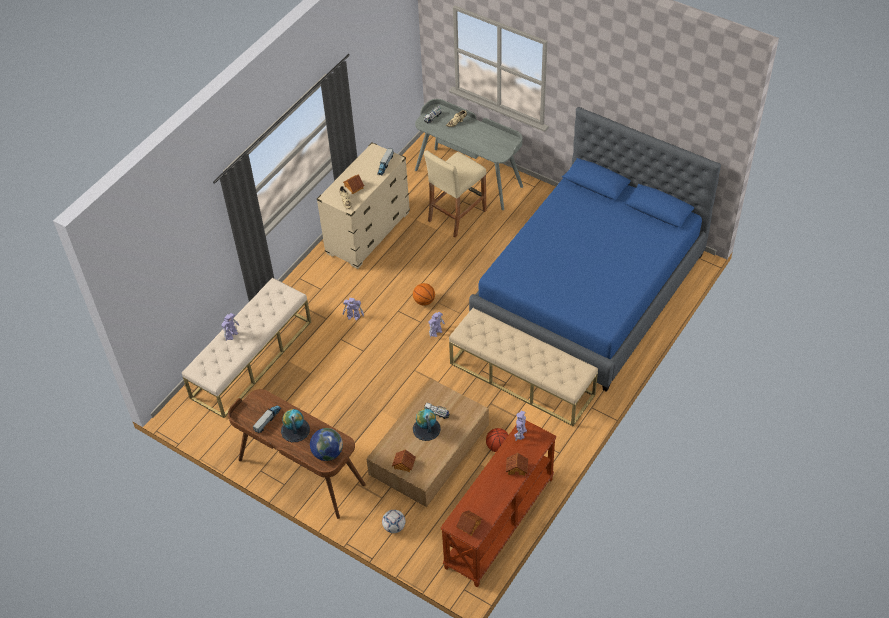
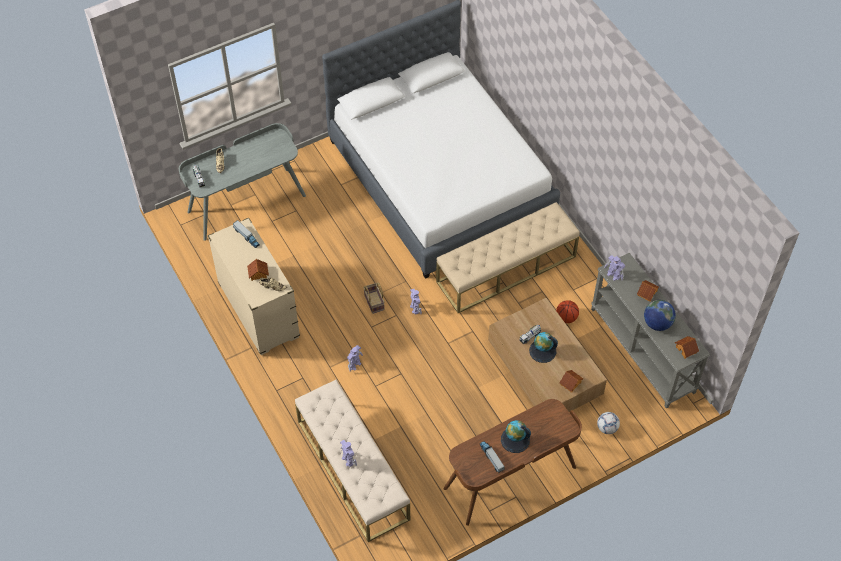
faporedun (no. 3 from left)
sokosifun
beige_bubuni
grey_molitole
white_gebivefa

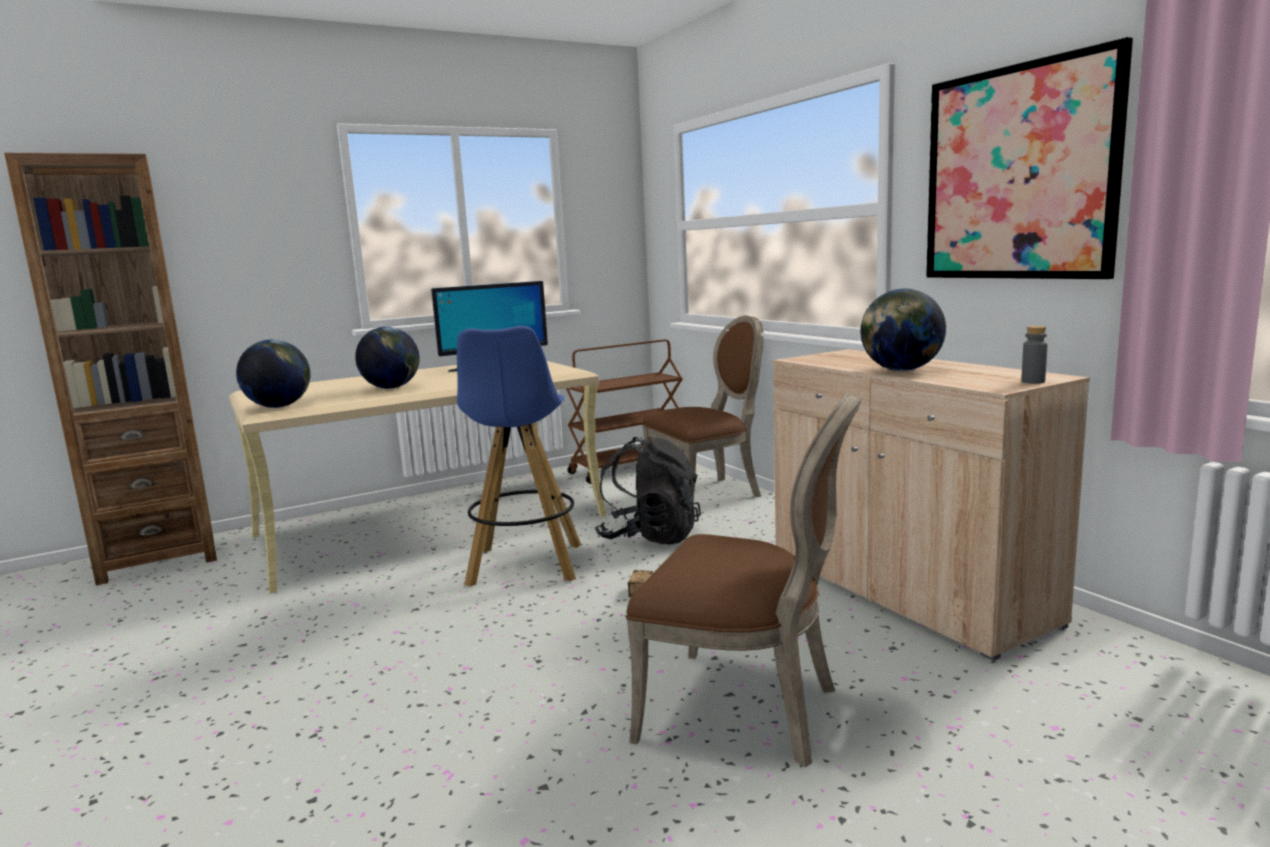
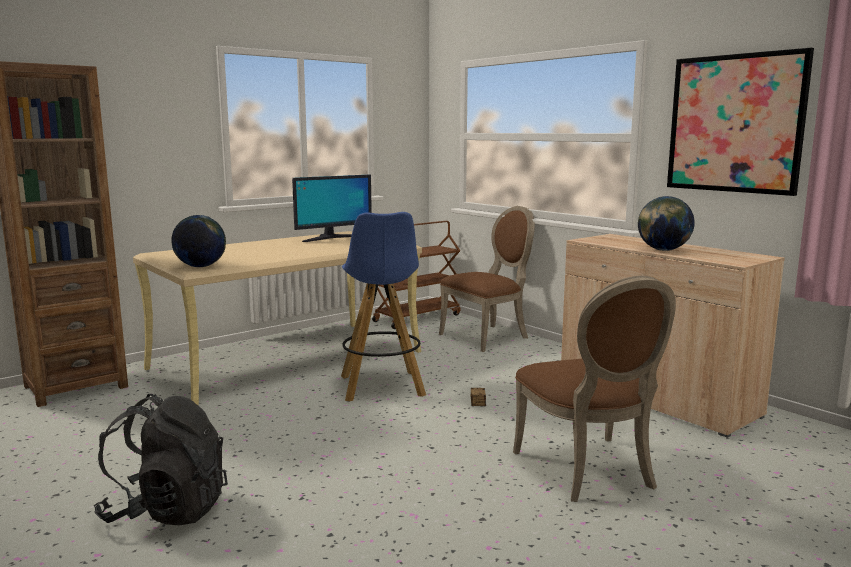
faporedun (no. 2 from left in the first image)
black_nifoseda
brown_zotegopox (no. 2 from left)
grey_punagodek

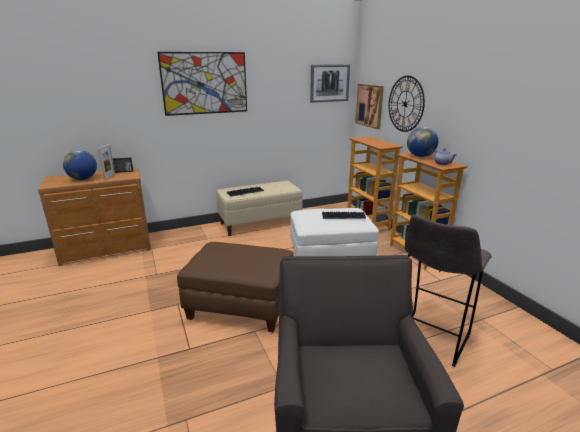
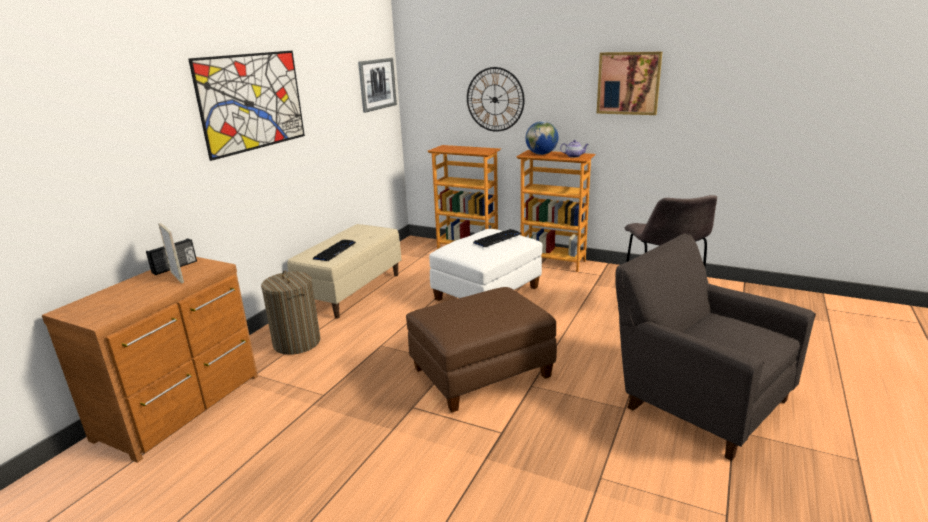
faporedun (no. 1 from left in the first image)
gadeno (no. 3 from left)
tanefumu

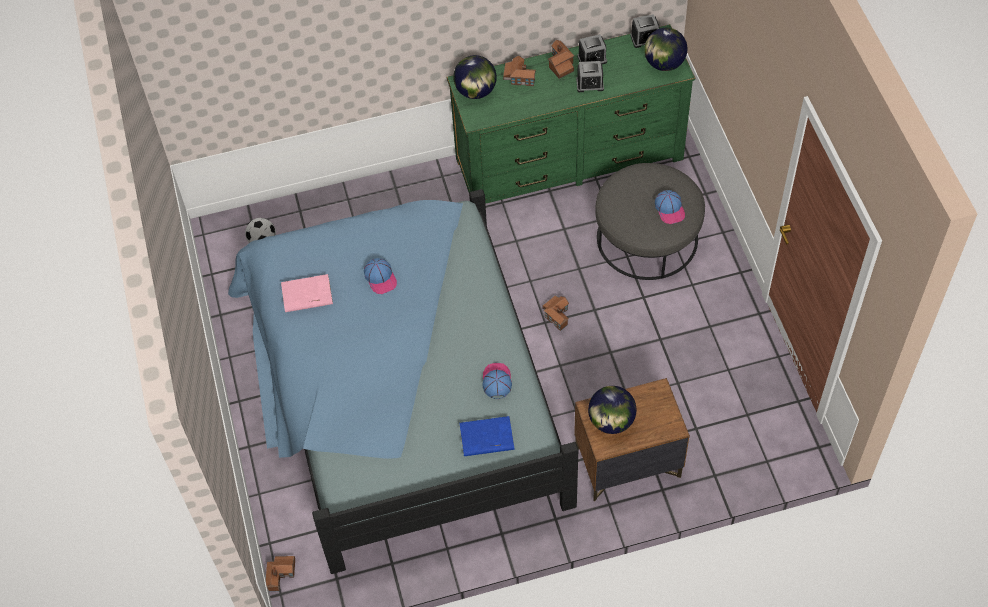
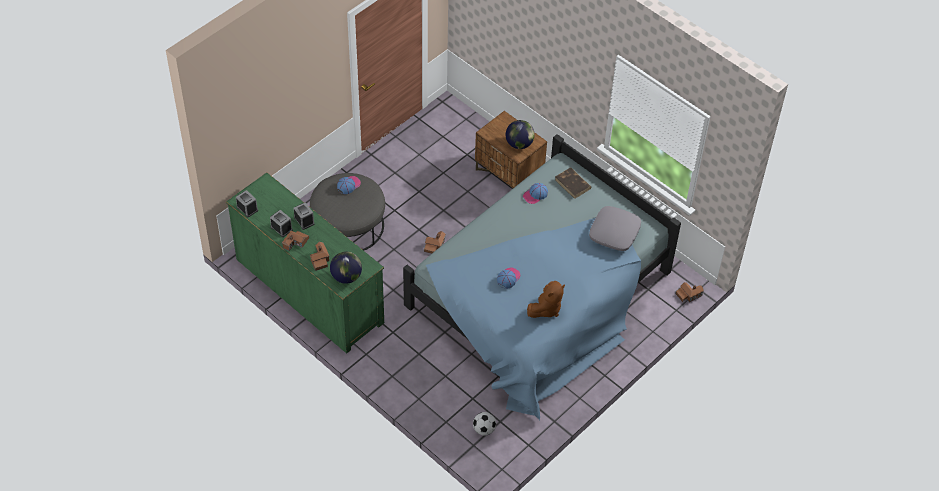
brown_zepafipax
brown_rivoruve
faporedun (no. 3 from left in the first image)
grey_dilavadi

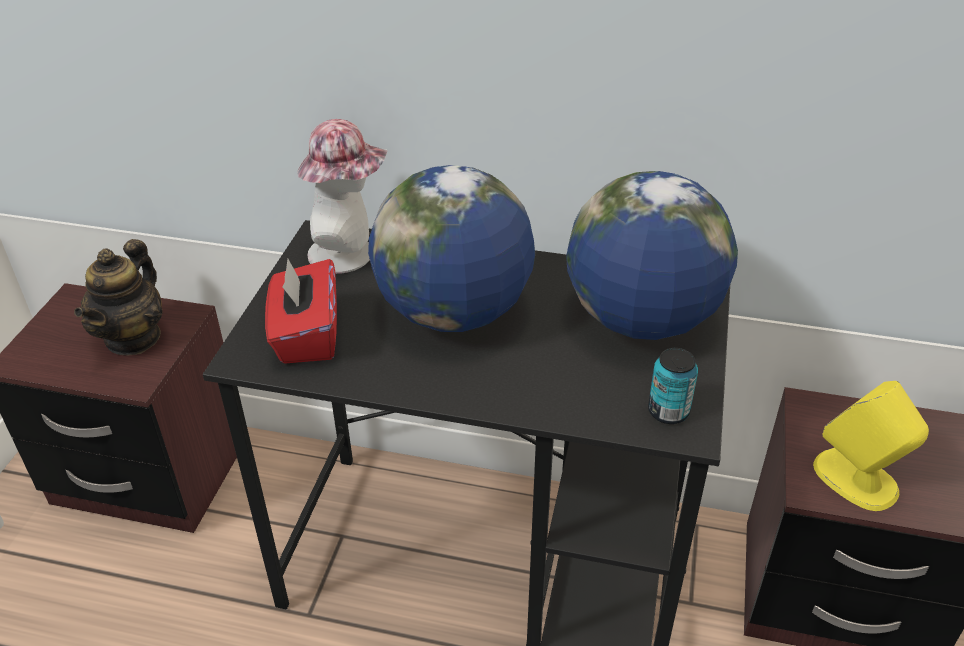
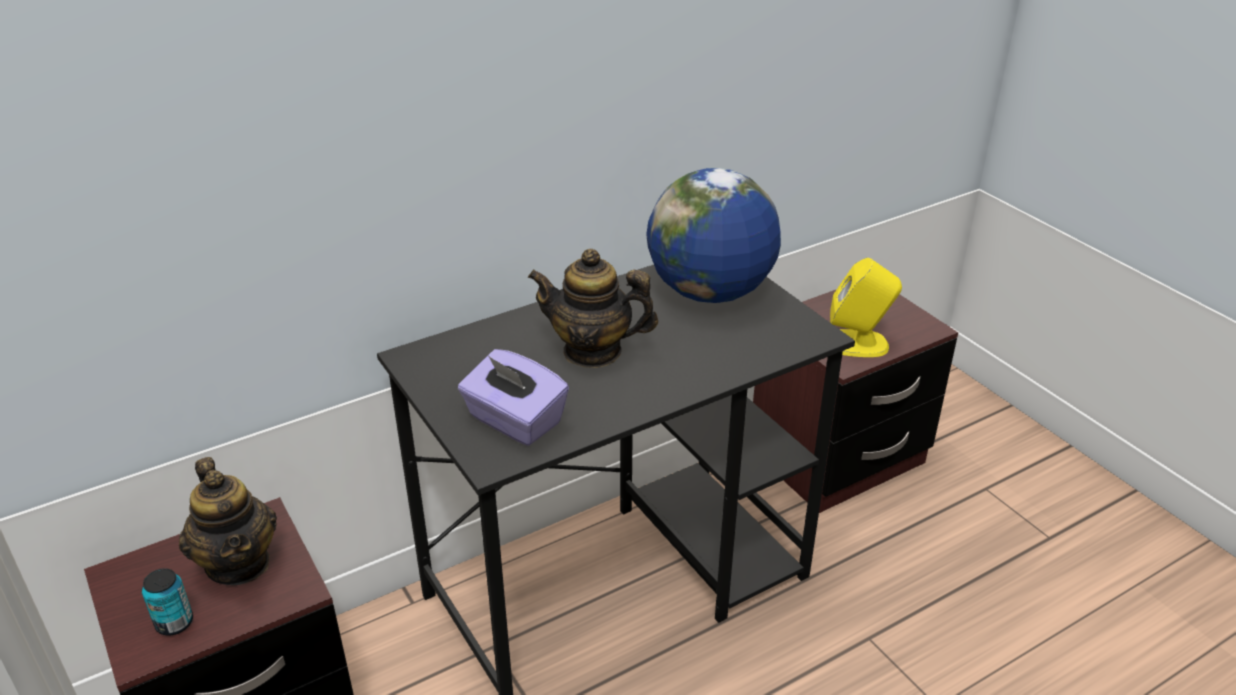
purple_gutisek
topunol
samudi (no. 2 from left)
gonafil

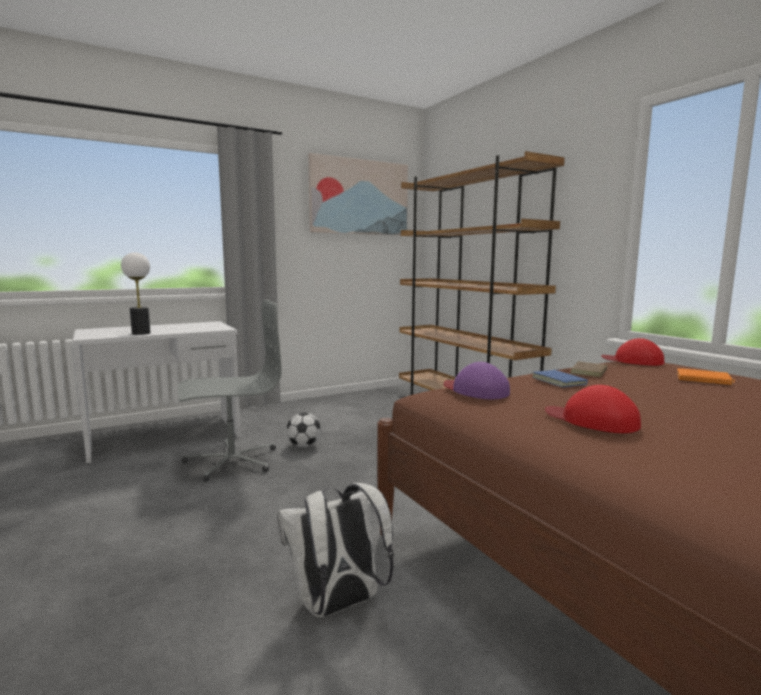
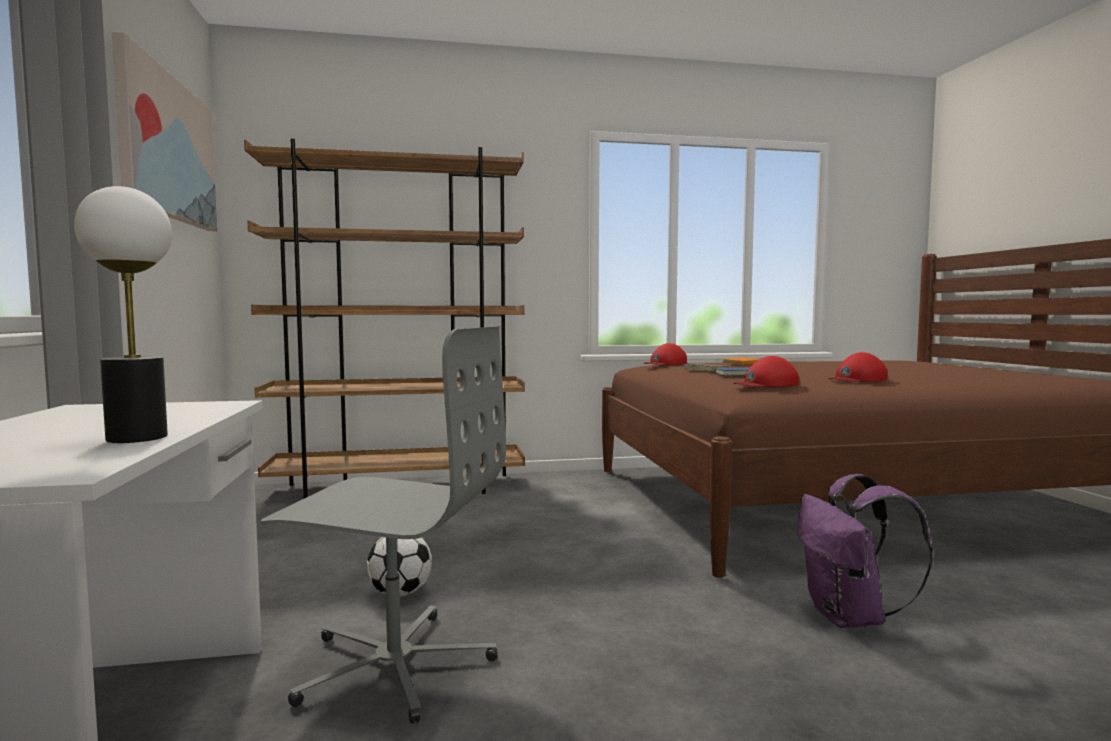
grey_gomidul
purple_nifoseda
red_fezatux (no. 2 from left)

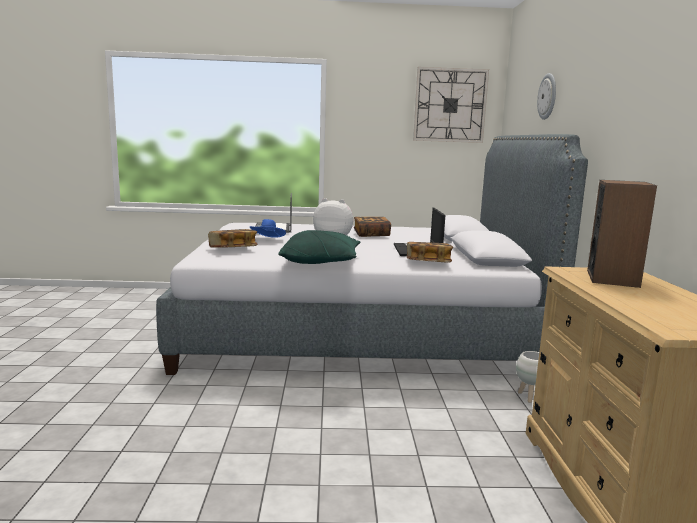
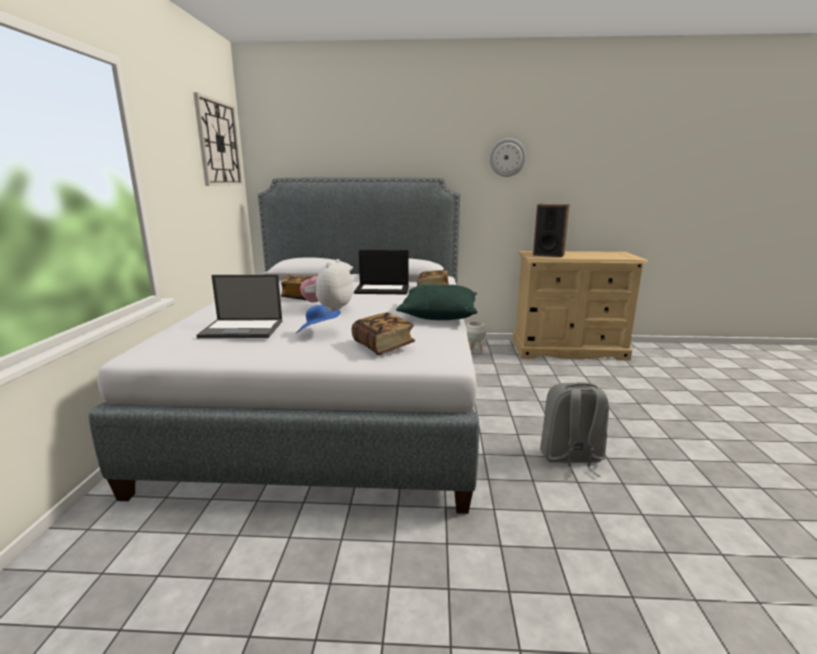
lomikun (no. 2 from left)
grey_nifoseda

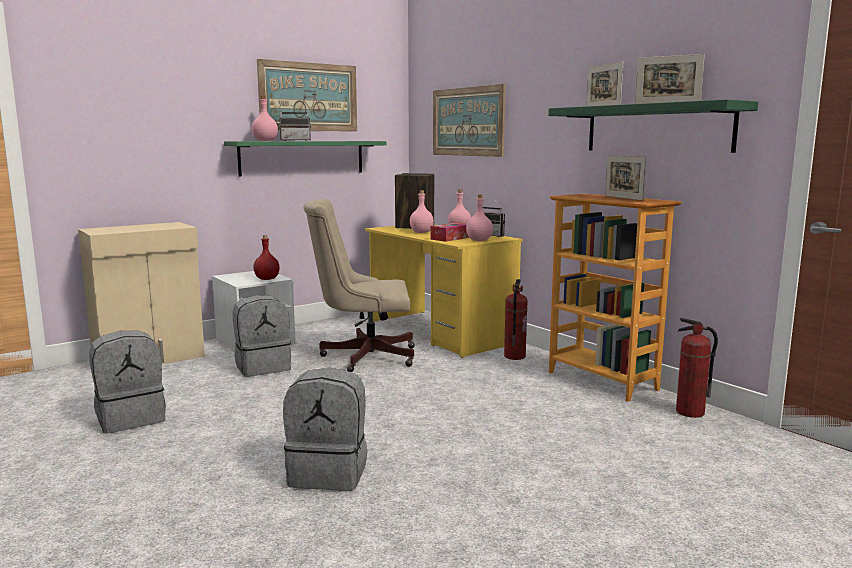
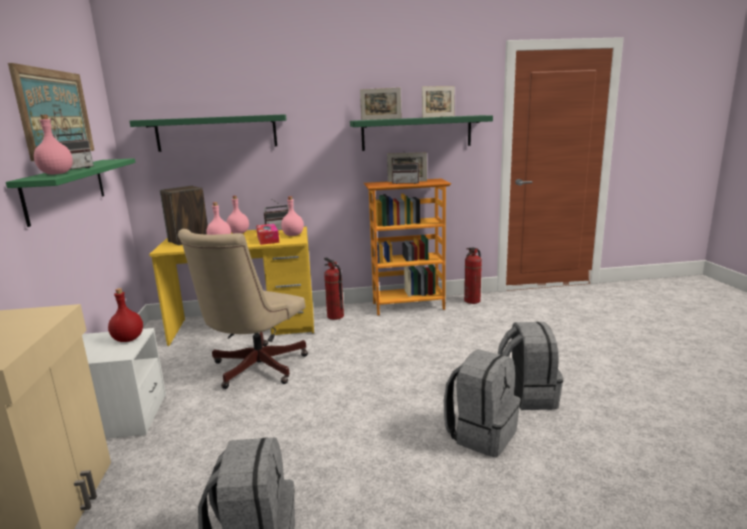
grey_nifoseda (no. 3 from left)
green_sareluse (no. 2 from left)
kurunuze (no. 3 from left)

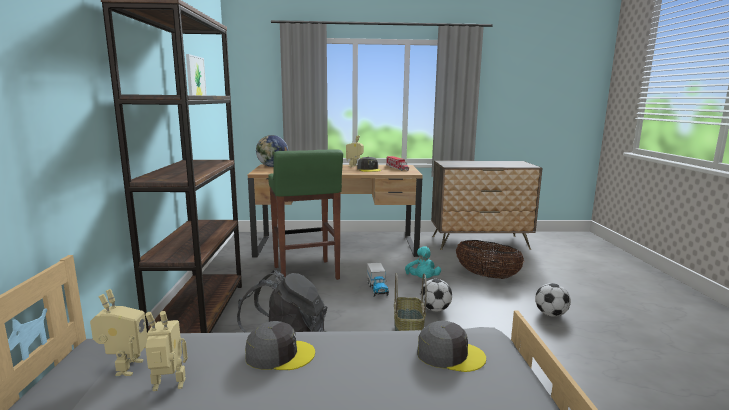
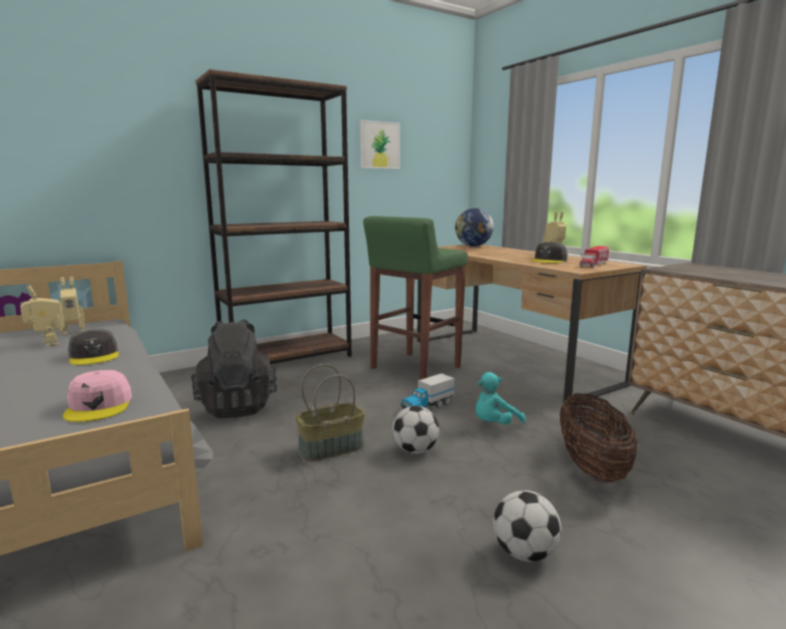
pink_fezatux

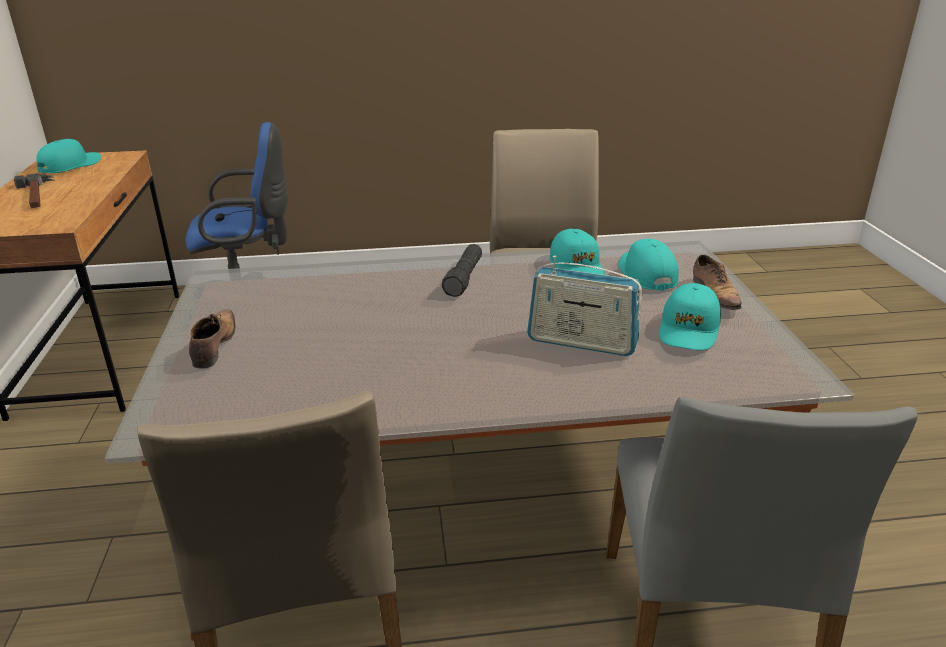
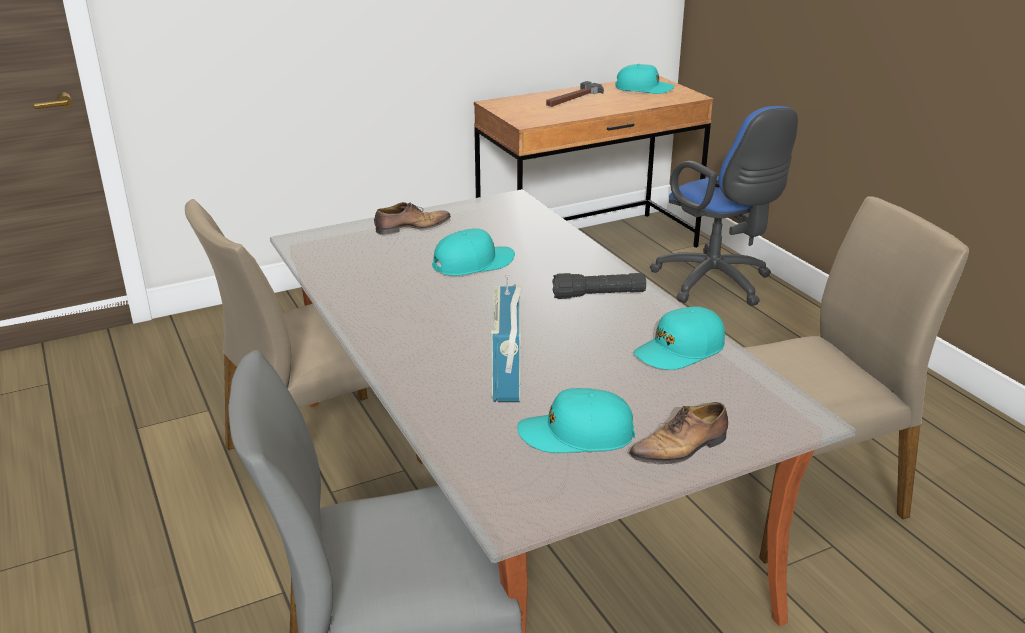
turquoise_fezatux (no. 1 from left)

